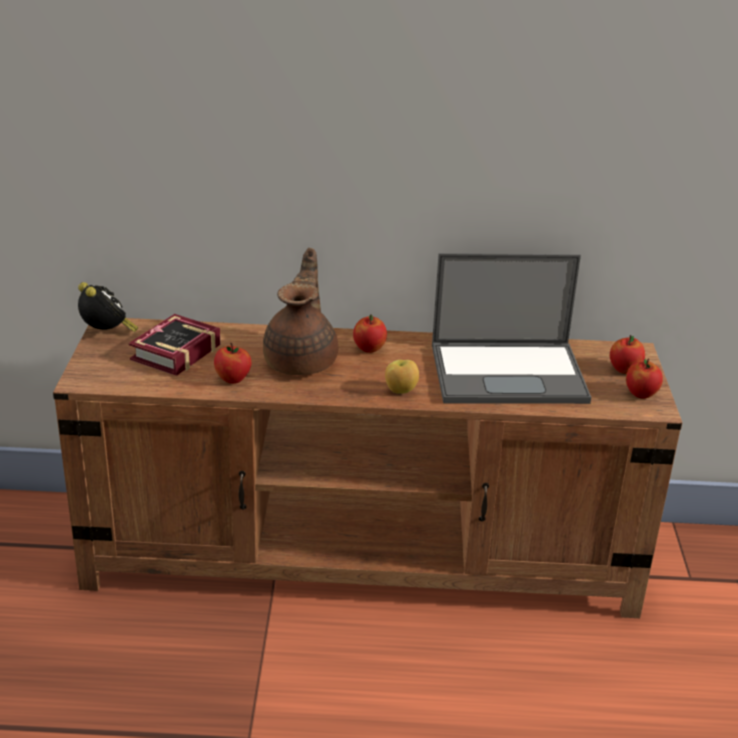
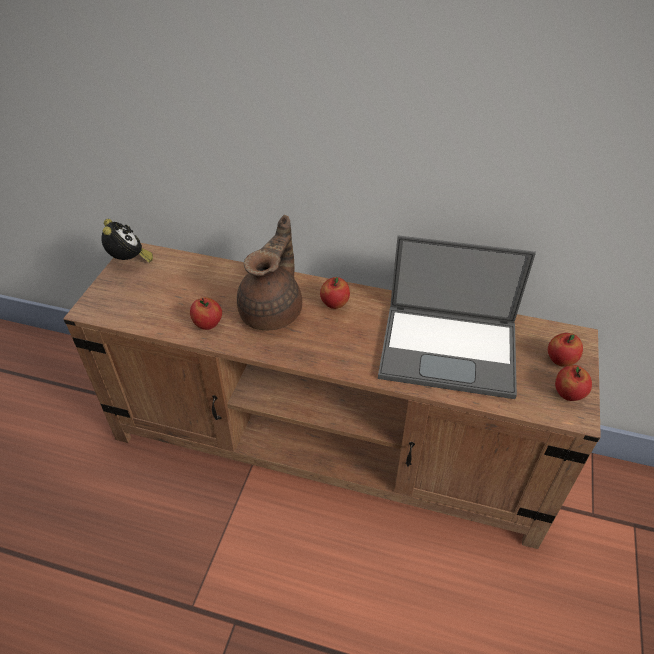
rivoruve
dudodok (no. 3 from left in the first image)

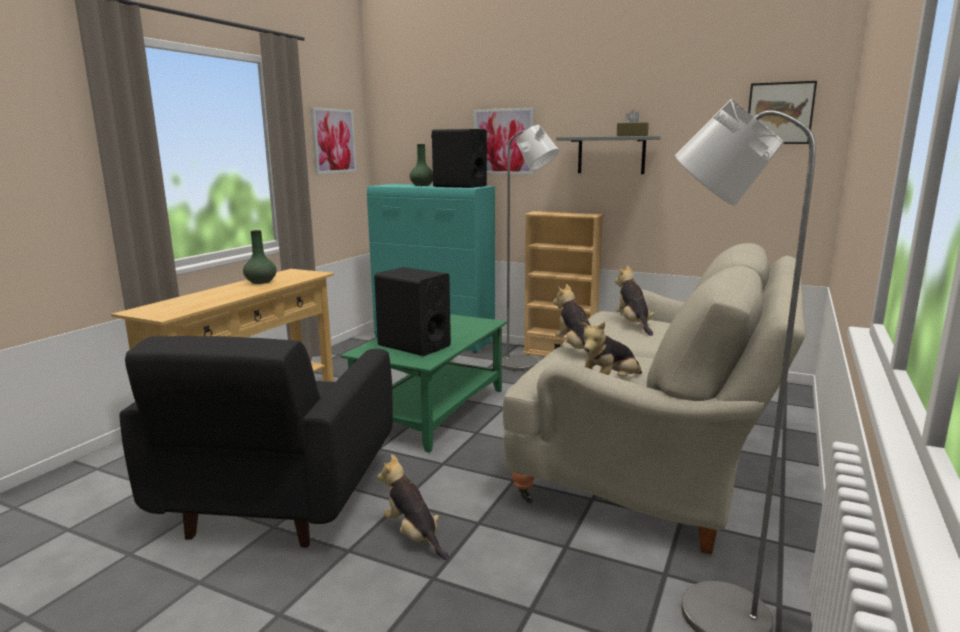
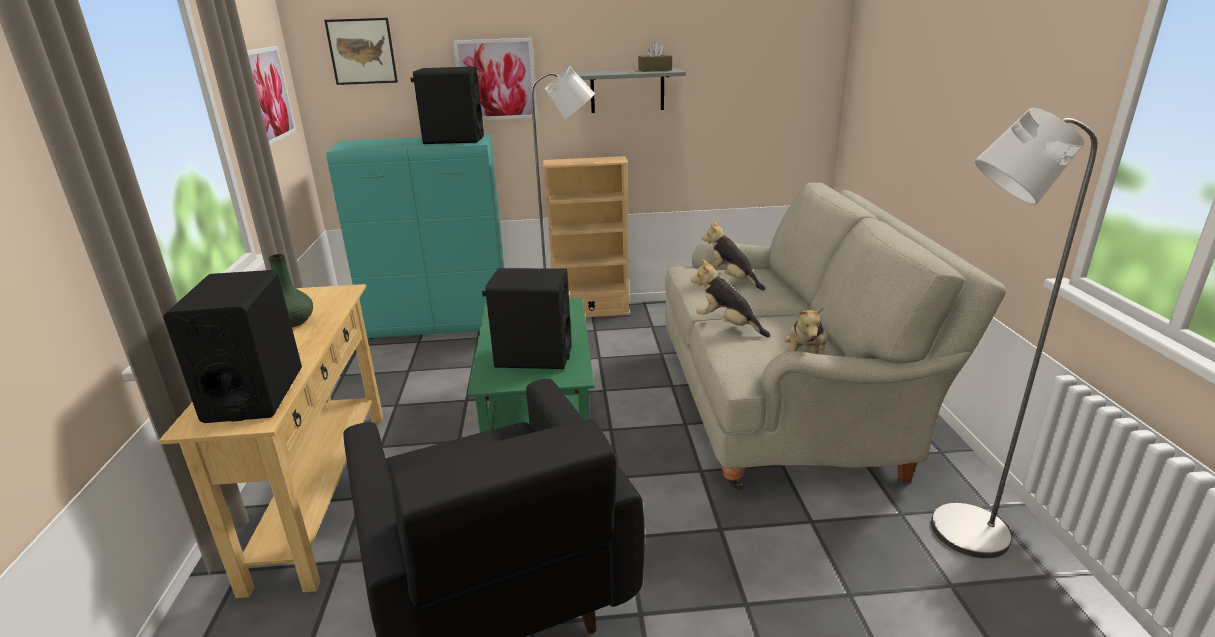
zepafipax (no. 1 from left in the first image)
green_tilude (no. 2 from left in the first image)
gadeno (no. 2 from left)
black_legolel (no. 1 from left)

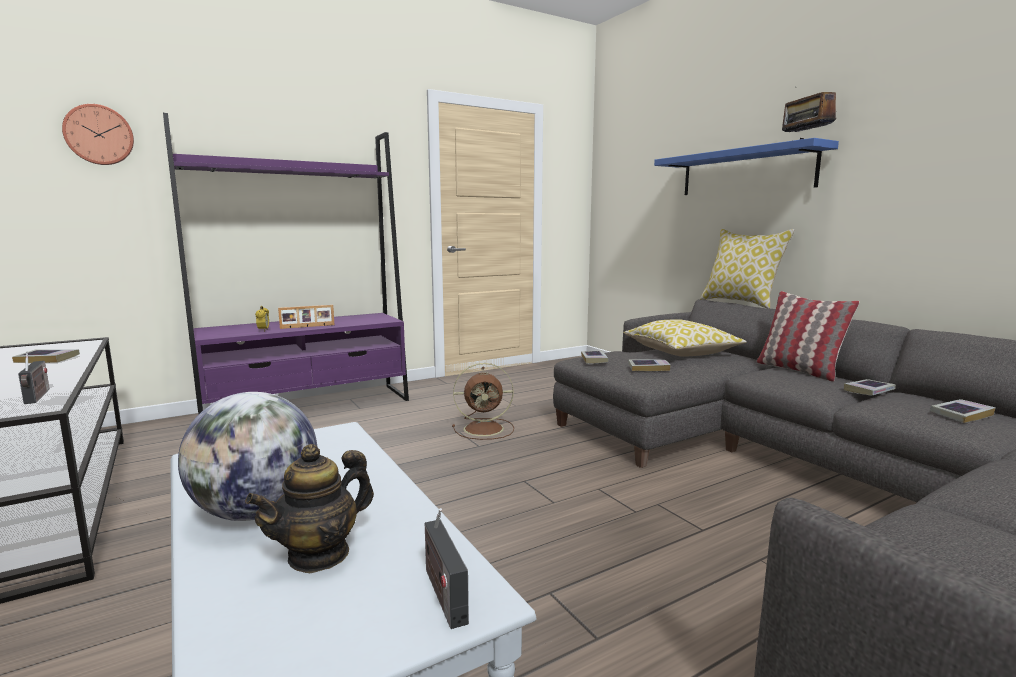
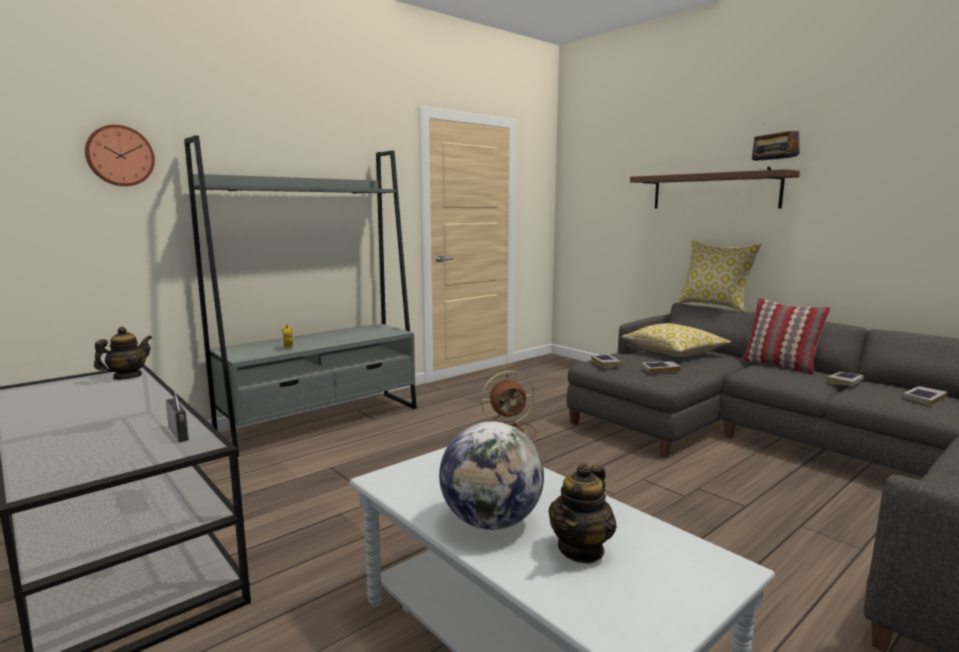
rivoruve (no. 1 from left in the first image)
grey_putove
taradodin
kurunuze (no. 2 from left in the first image)
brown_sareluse
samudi (no. 1 from left)

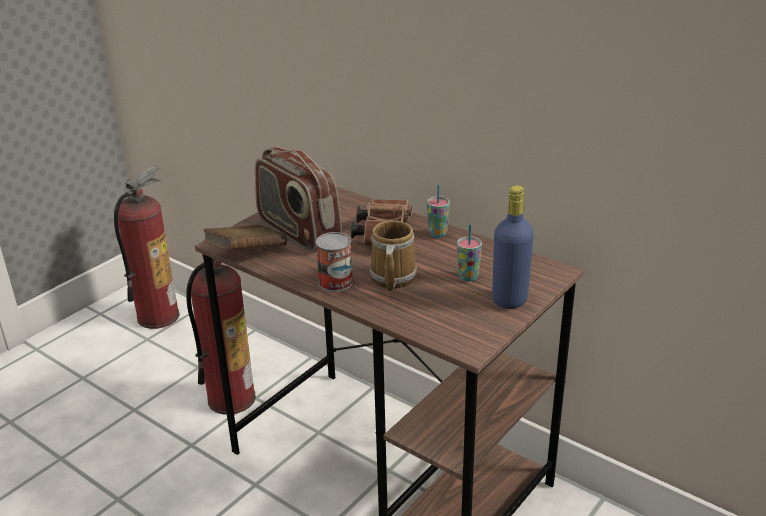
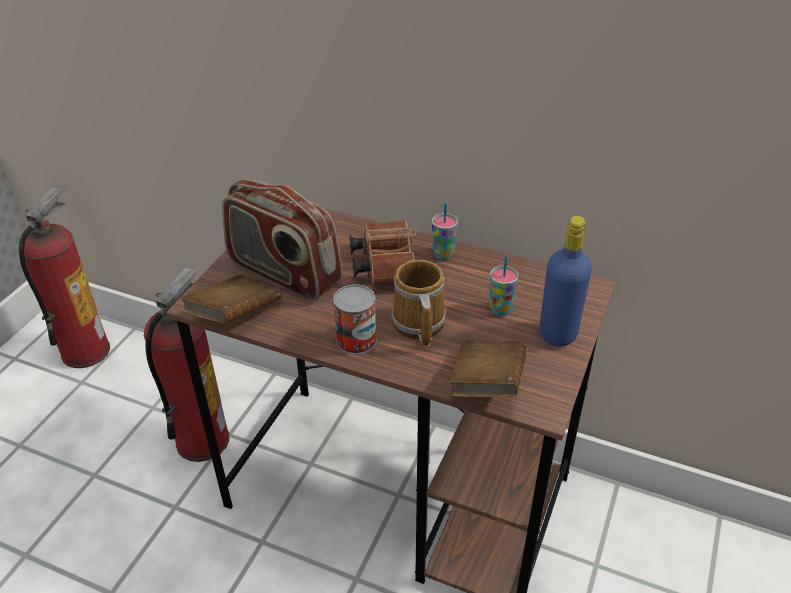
brown_rivoruve (no. 2 from left)

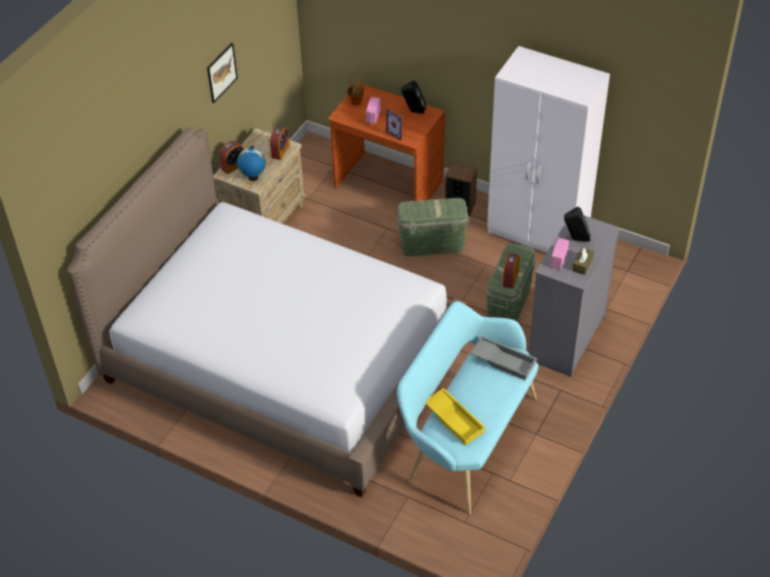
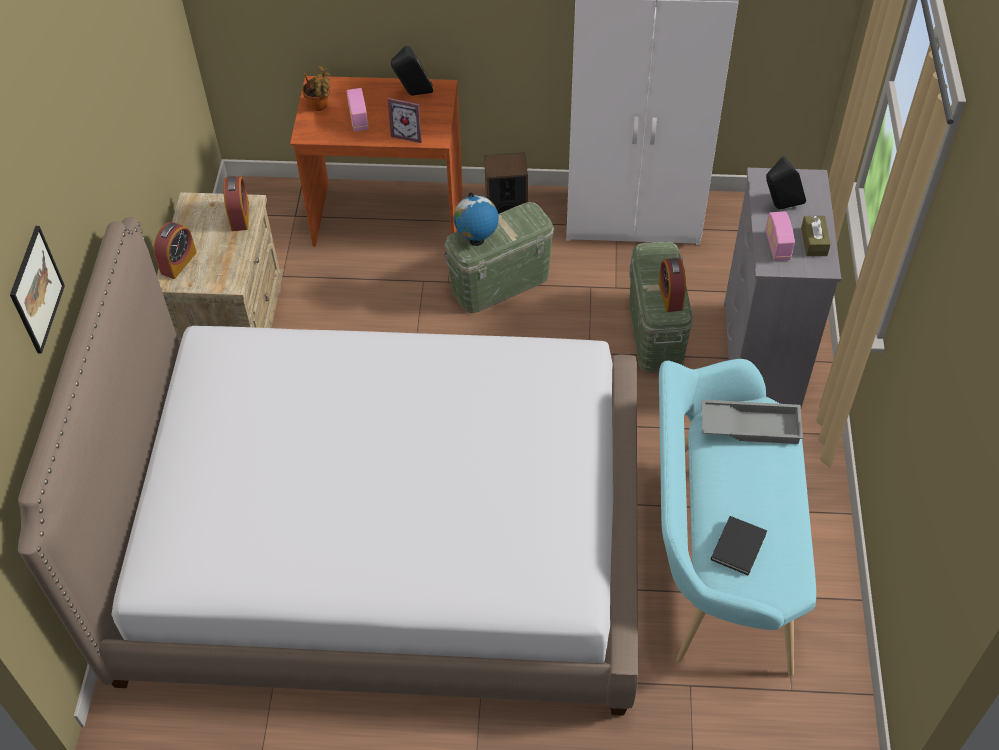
gadeno
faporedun
black_rivoruve

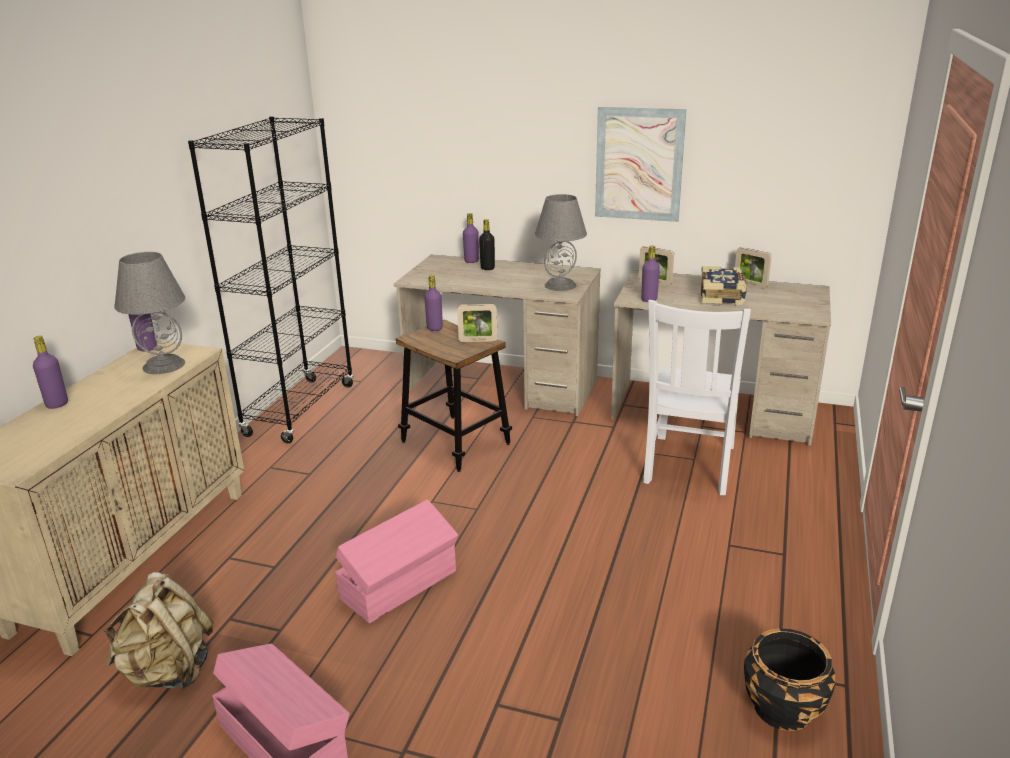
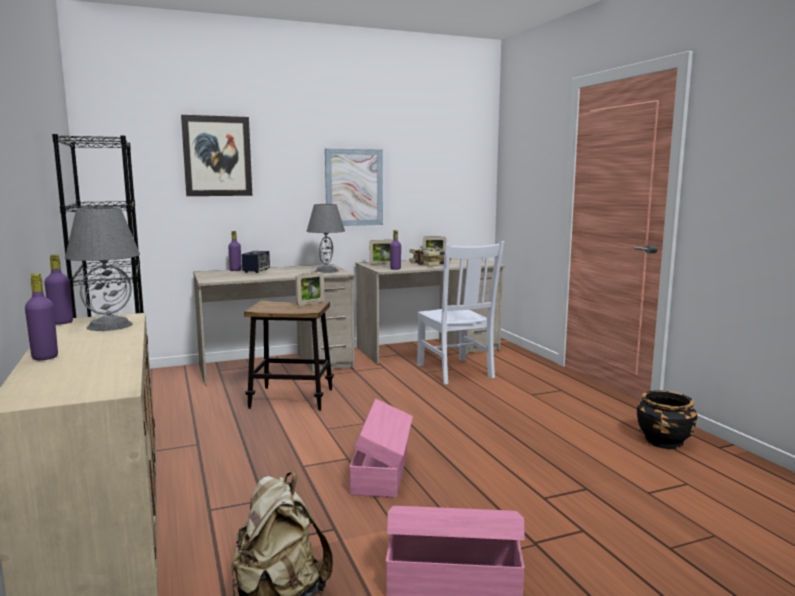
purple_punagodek (no. 3 from left in the first image)
legolel
gadeno (no. 1 from left)

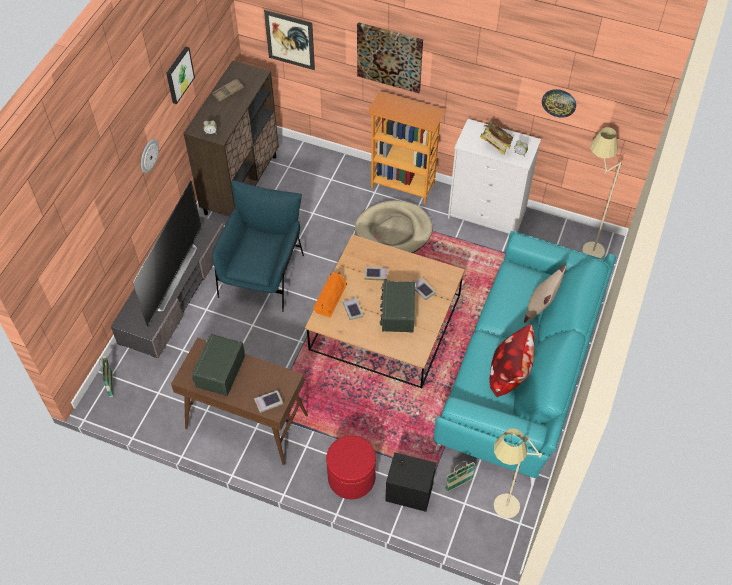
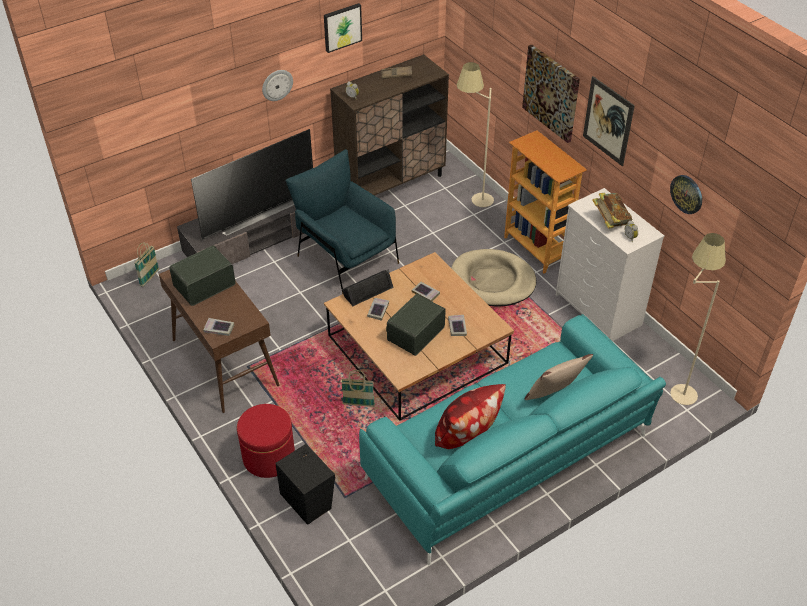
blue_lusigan
gadeno (no. 3 from left)
black_legolel (no. 2 from left)
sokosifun (no. 2 from left)
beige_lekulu (no. 1 from left)

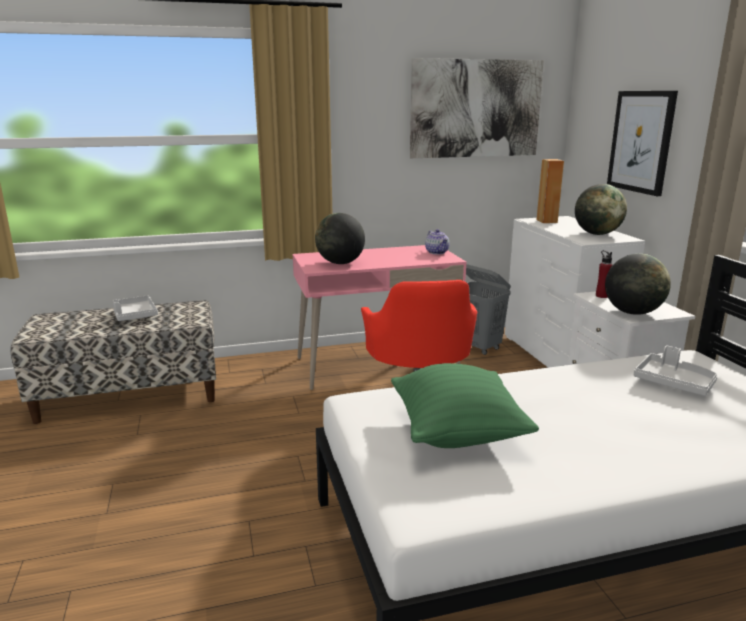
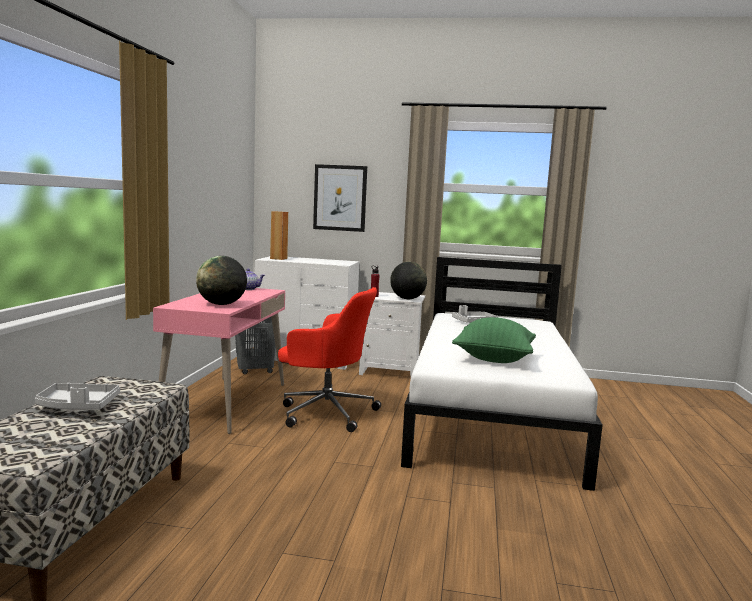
gadeno (no. 1 from left in the first image)
faporedun (no. 2 from left in the first image)

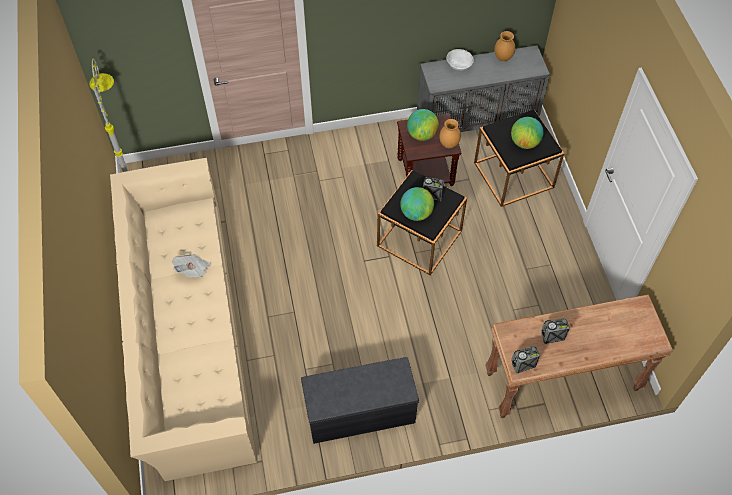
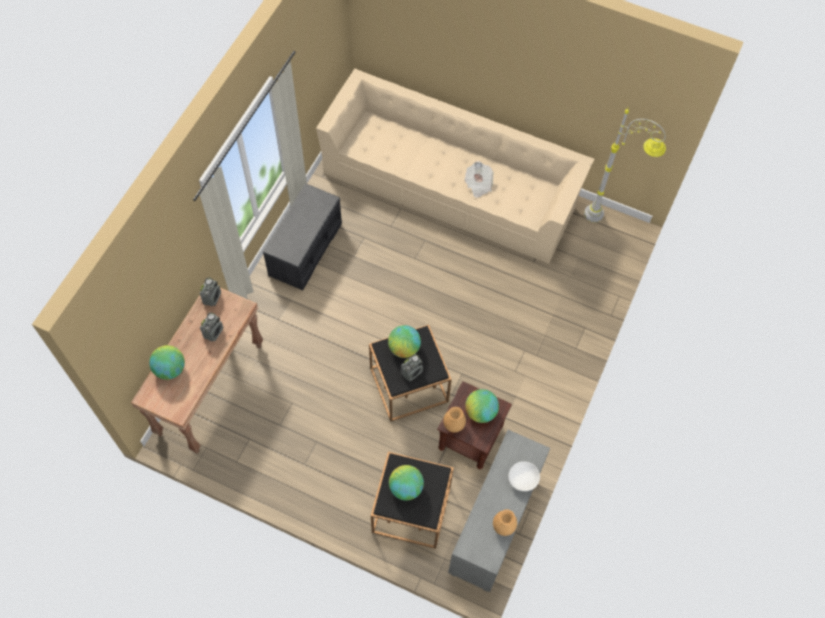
faporedun (no. 1 from left)

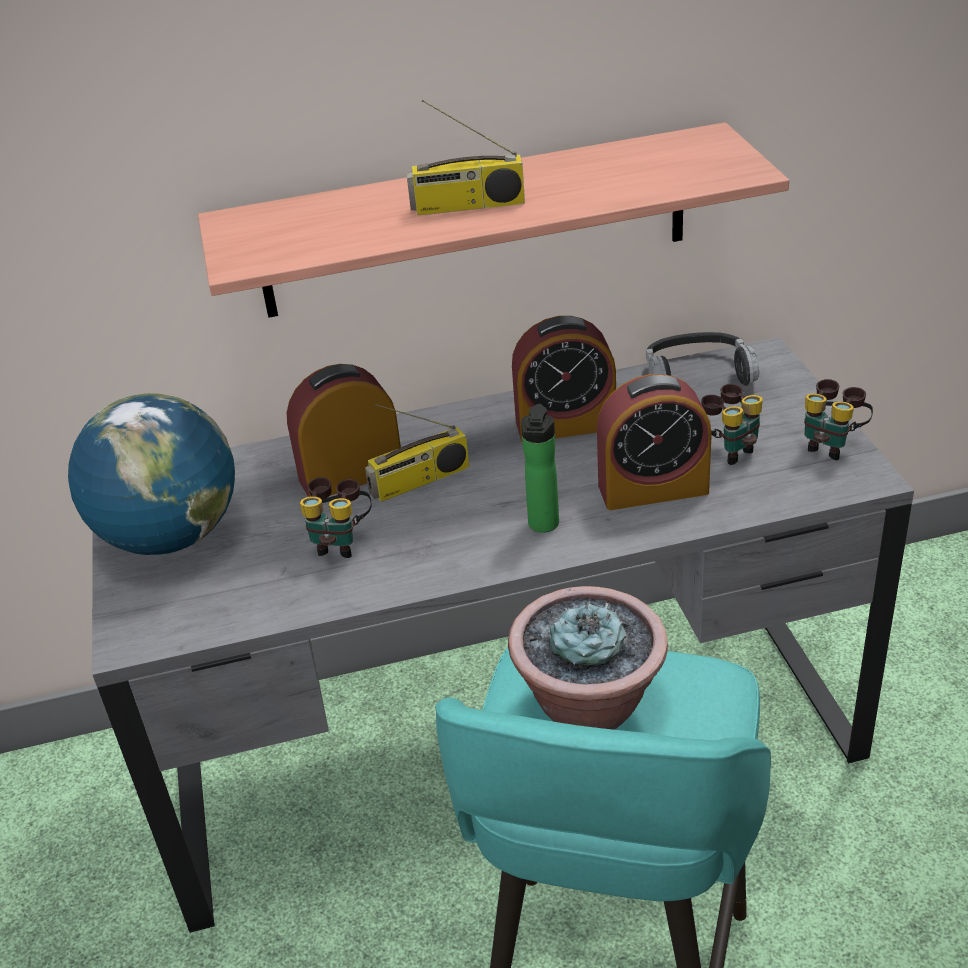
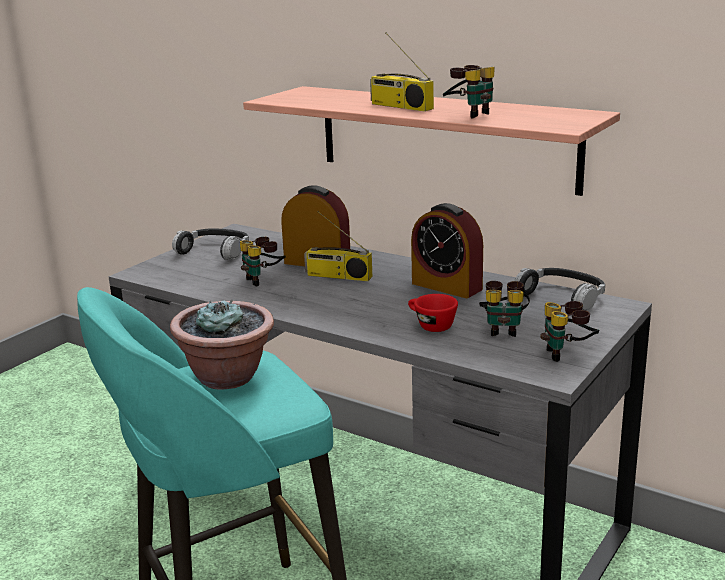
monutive (no. 1 from left)
punagodek
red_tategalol
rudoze (no. 2 from left)

